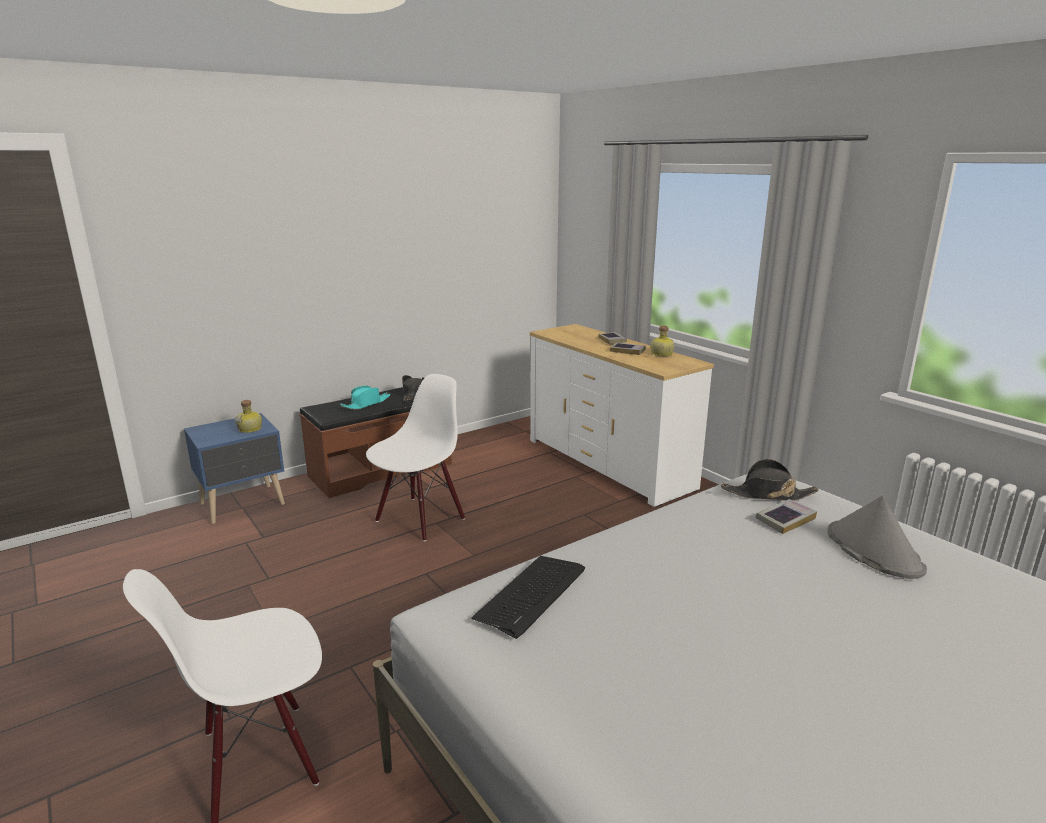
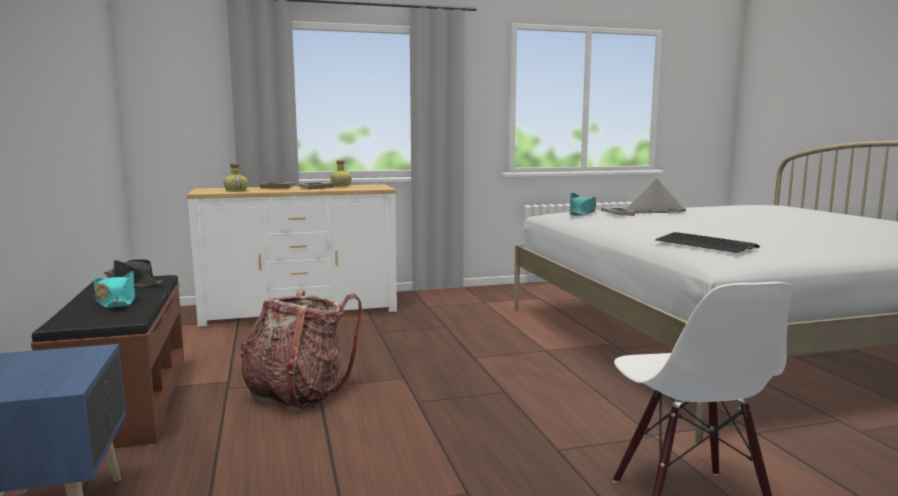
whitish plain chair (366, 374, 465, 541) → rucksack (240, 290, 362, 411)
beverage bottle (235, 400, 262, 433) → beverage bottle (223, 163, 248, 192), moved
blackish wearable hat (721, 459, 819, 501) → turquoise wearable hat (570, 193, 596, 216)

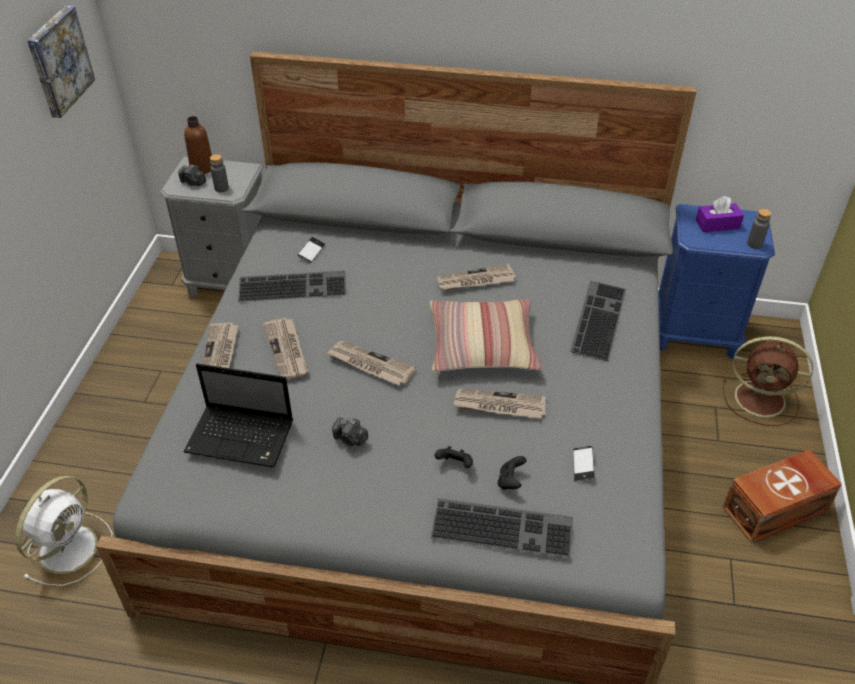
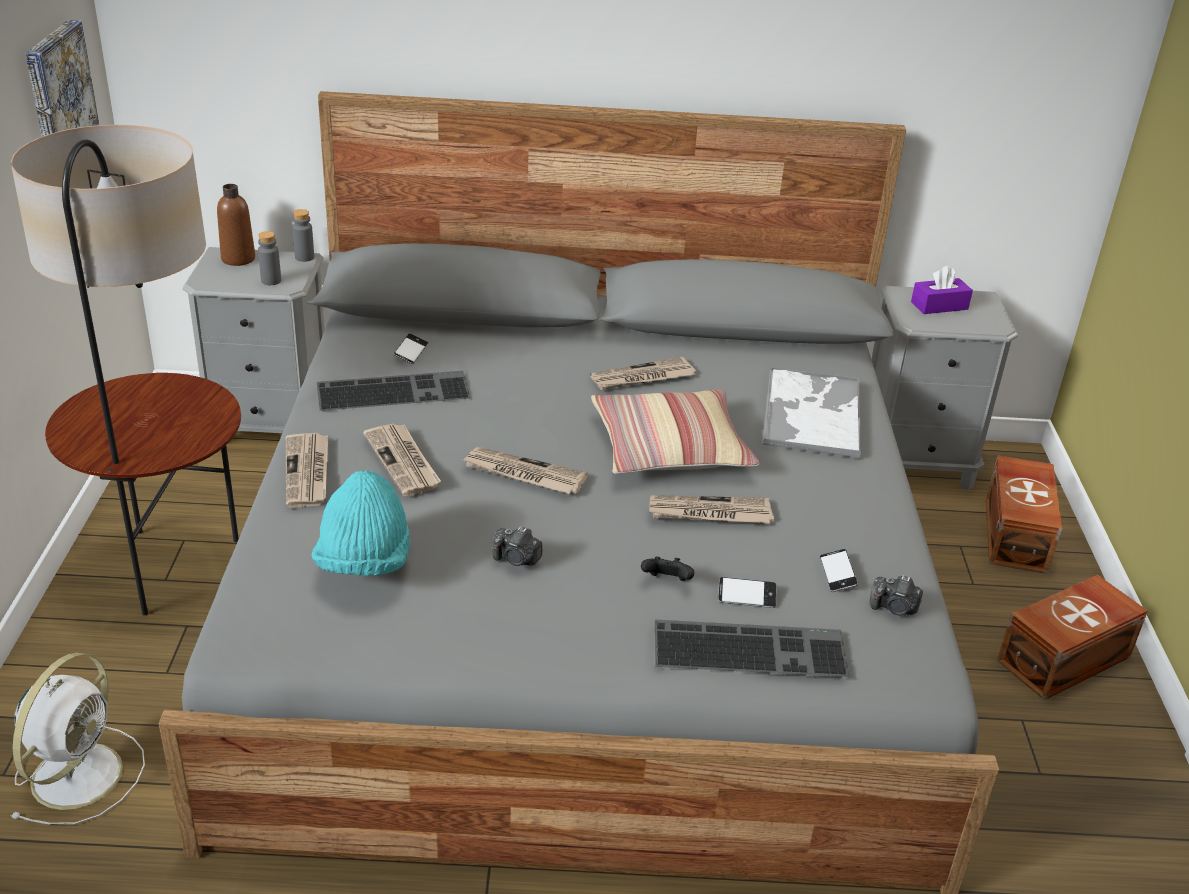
photo camera (178, 165, 206, 186) → photo camera (870, 576, 923, 616), moved
blue bedside table (658, 204, 775, 359) → greyish bedside table (871, 286, 1018, 490)
greyish beverage bottle (747, 209, 771, 249) → greyish beverage bottle (292, 209, 314, 262), moved
PC keyboard (570, 281, 626, 361) → carrying tray (763, 368, 861, 458)
brown electric fan (723, 336, 813, 426) → brown storage box (986, 456, 1062, 574)
notebook computer (183, 363, 293, 467) → turquoise wearable hat (312, 470, 410, 576)
blackish joypad (498, 456, 526, 490) → handset (718, 577, 776, 608)
- → standard lamp (11, 125, 241, 616)

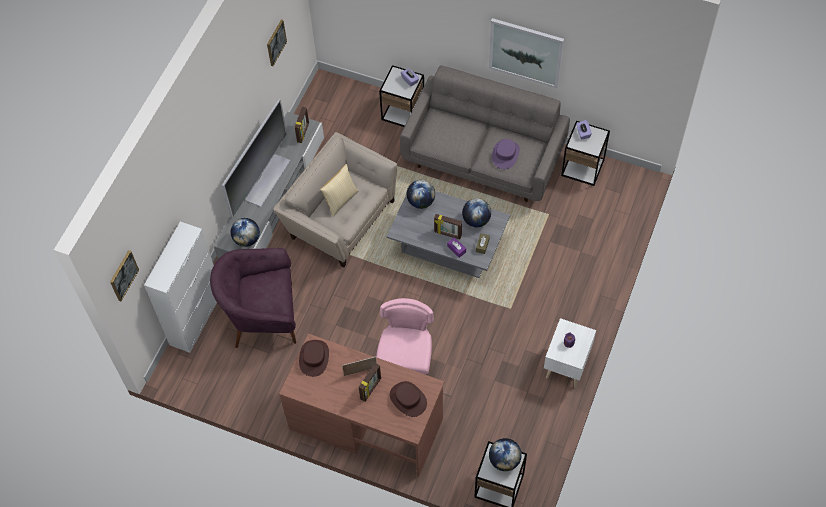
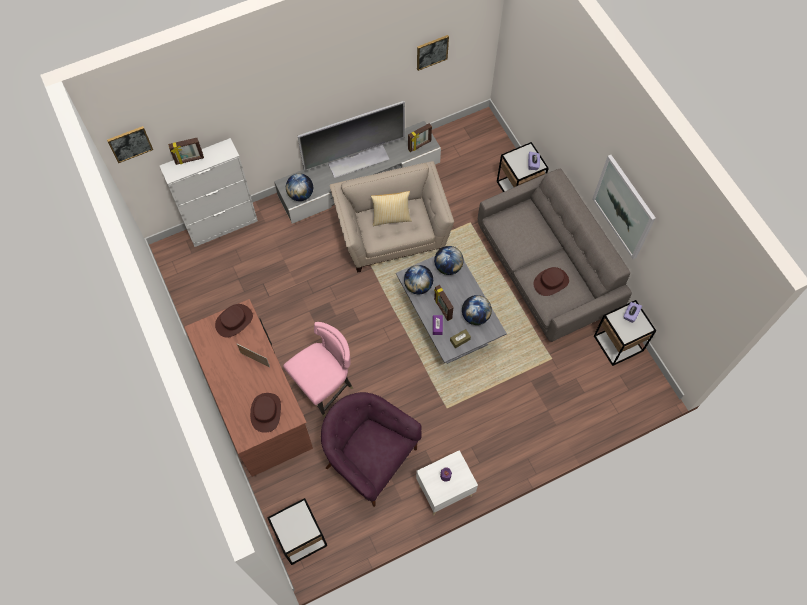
purple wearable hat (492, 139, 520, 169) → brown wearable hat (533, 267, 569, 296)
purple armchair (210, 248, 296, 348) → purple armchair (321, 392, 422, 507), moved
photo frame (359, 363, 381, 402) → photo frame (168, 138, 204, 165), moved
world globe (489, 438, 522, 471) → world globe (404, 265, 433, 294), moved

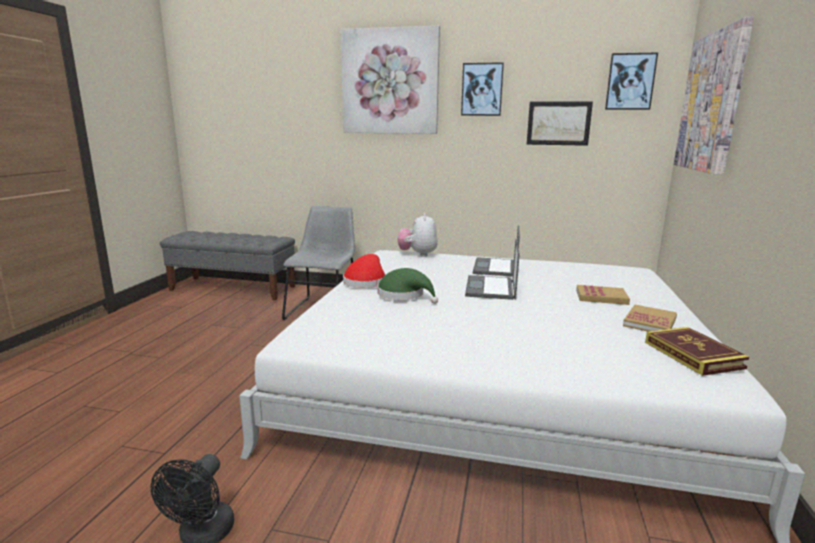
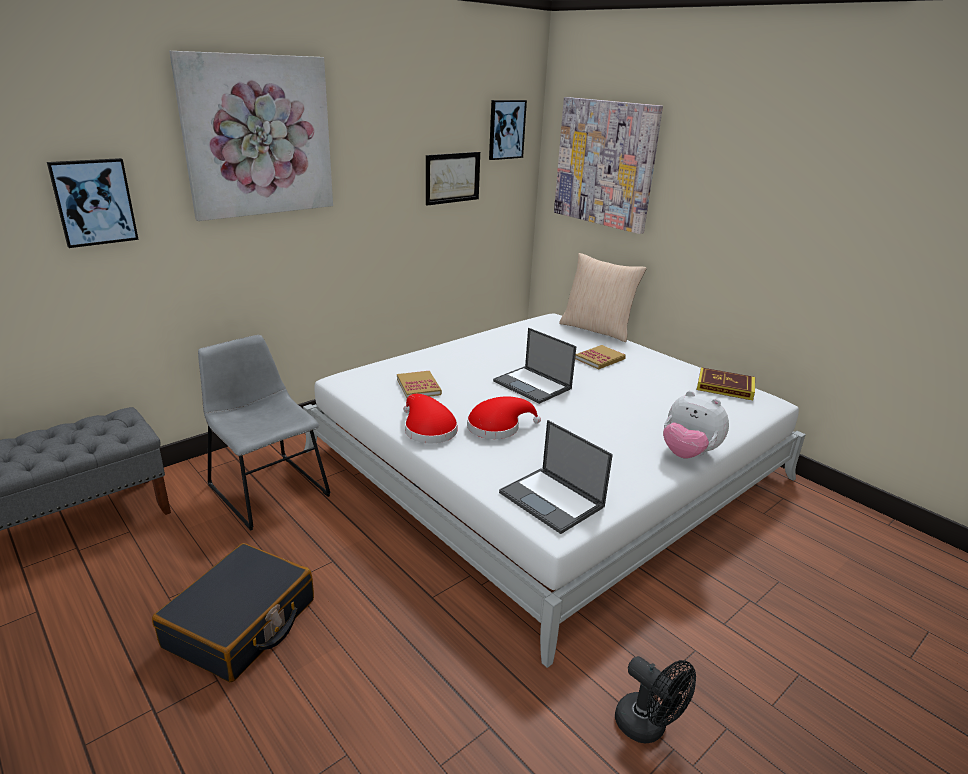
wall art (461, 62, 504, 116) → wall art (47, 158, 139, 248), moved
soft toy (398, 213, 438, 257) → soft toy (663, 391, 729, 458), moved
notebook computer (473, 225, 520, 277) → notebook computer (499, 420, 613, 534), moved
green-coloured wearable hat (377, 268, 438, 304) → red-coloured wearable hat (467, 396, 541, 439)
bound book (623, 305, 677, 332) → bound book (397, 371, 442, 398), moved
- → sand-coloured pillow (559, 253, 647, 342)
- → blackish piece of luggage (152, 543, 314, 682)

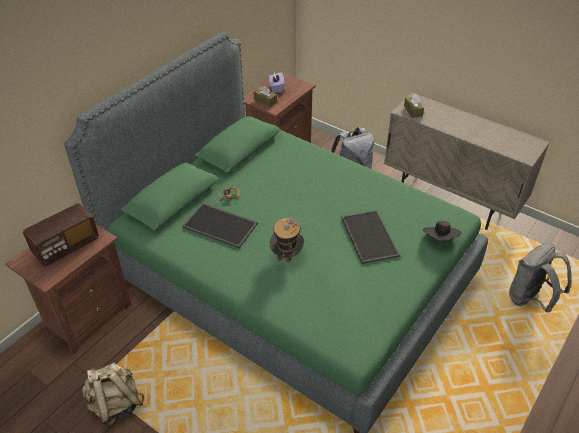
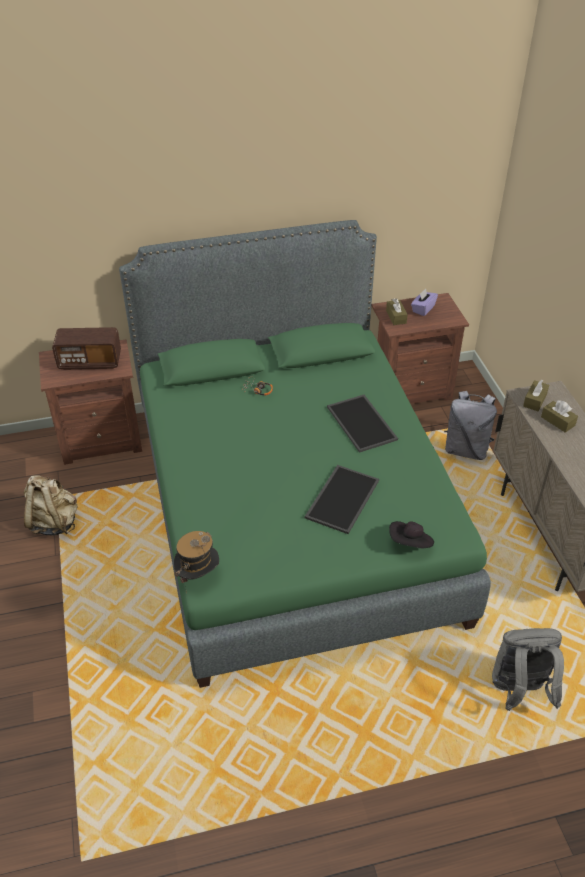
carrying tray (182, 203, 258, 248) → carrying tray (327, 395, 398, 453), moved
wearable hat (270, 218, 304, 270) → wearable hat (174, 531, 219, 586), moved
- → brown box of tissues (541, 400, 578, 433)

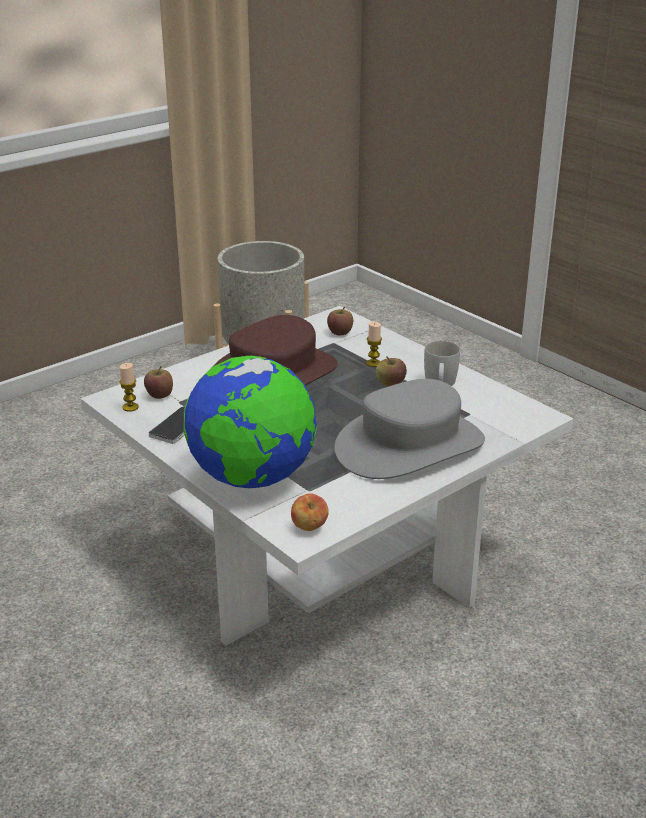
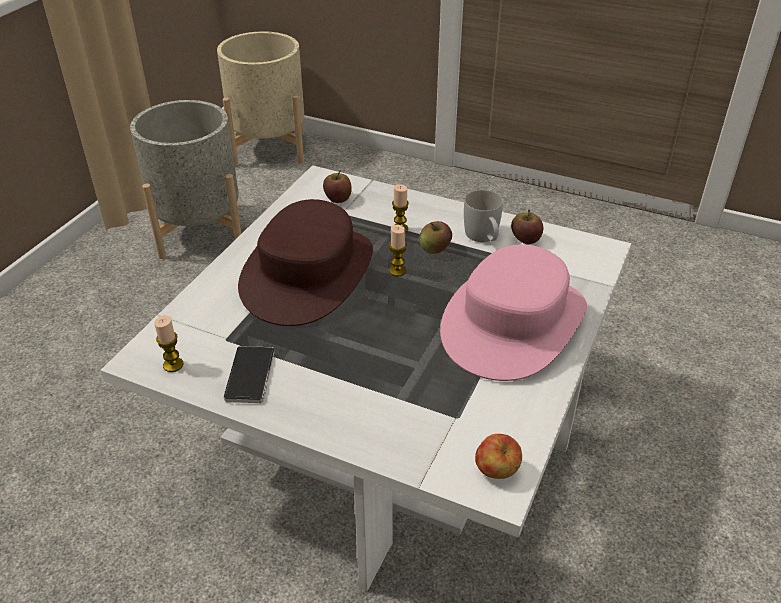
world globe (183, 356, 317, 488) → -
apple (144, 366, 173, 399) → apple (511, 210, 543, 244), moved
greyish wearable hat (335, 379, 485, 479) → pink-coloured wearable hat (440, 244, 587, 381)
- → sand-coloured flower pot (217, 31, 304, 166)
- → candle (389, 225, 407, 276)

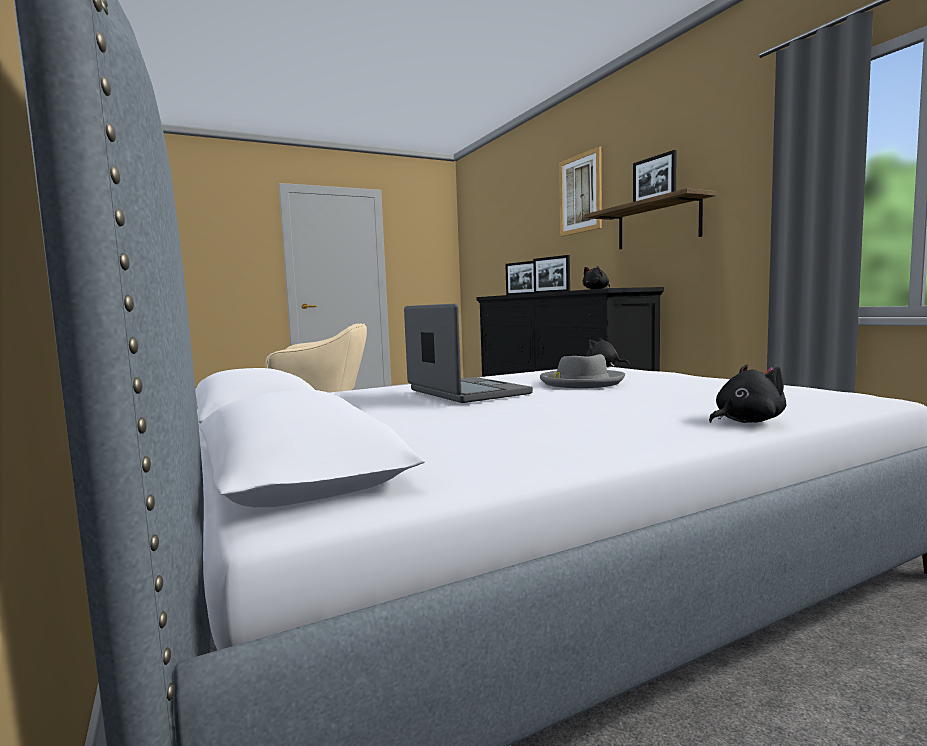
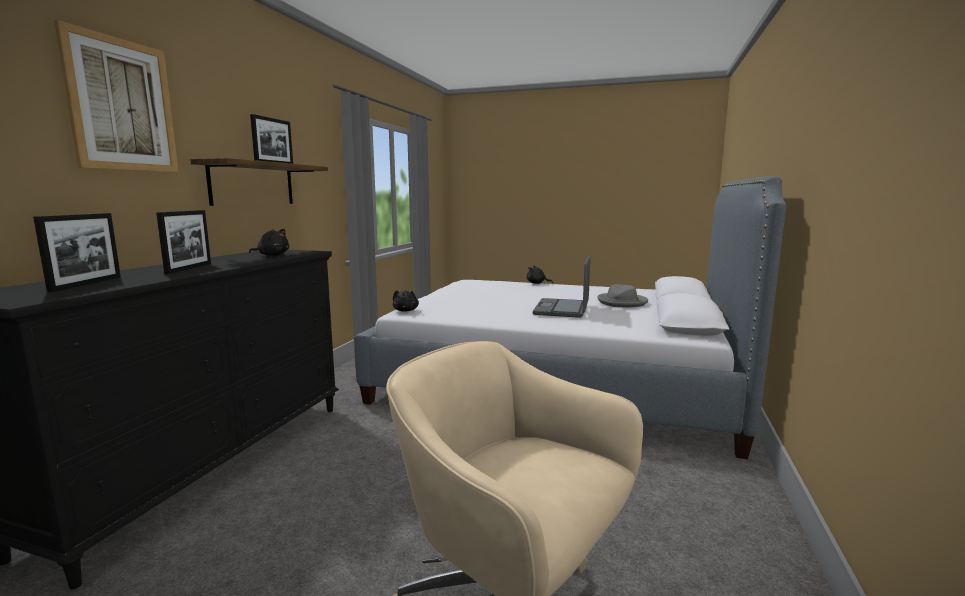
greyish wearable hat (540, 354, 625, 388) → greyish wearable hat (597, 284, 648, 307), moved

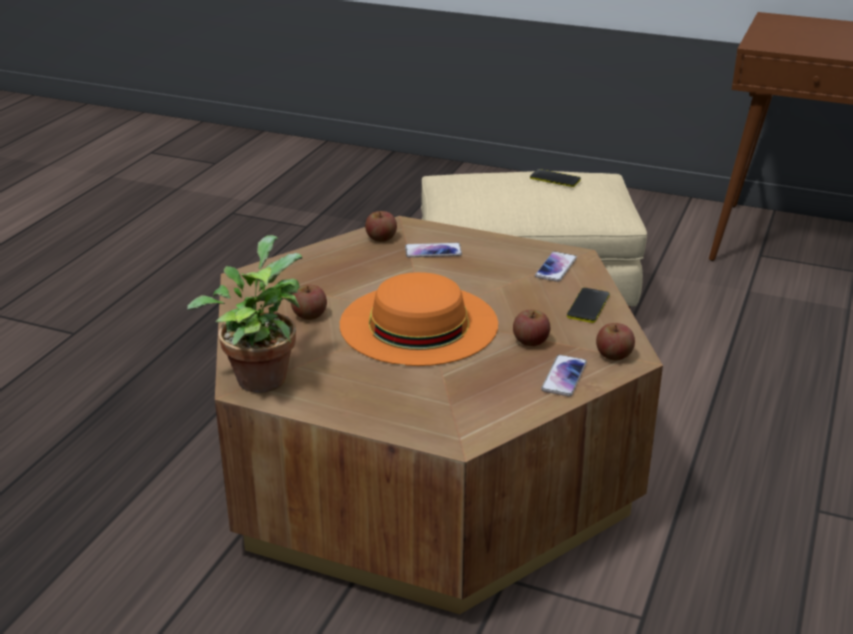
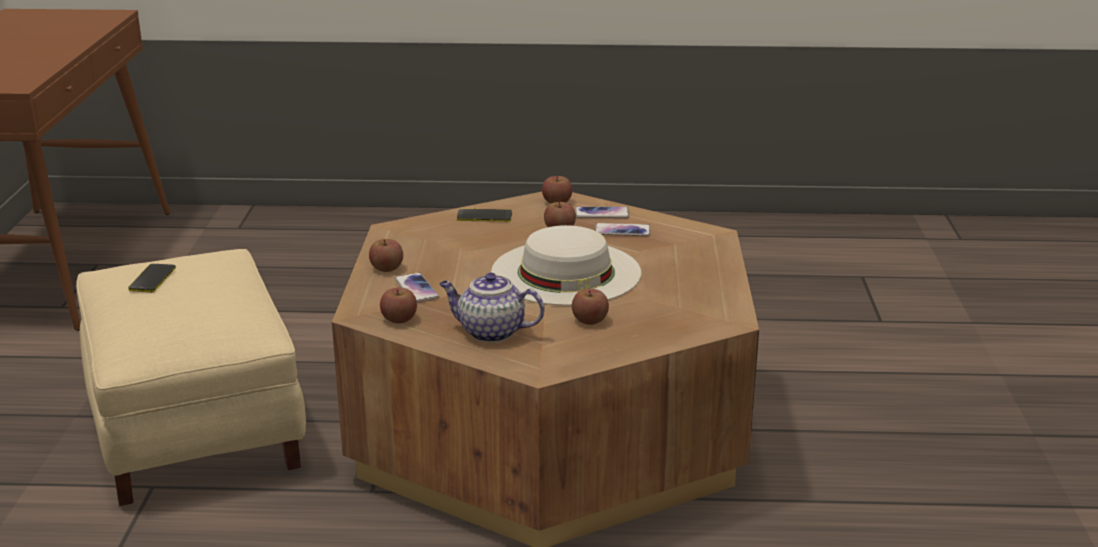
plant in a pot (187, 235, 303, 393) → -
handset (535, 251, 577, 282) → handset (595, 223, 651, 236), moved
orange-coloured wearable hat (340, 272, 498, 366) → whitish wearable hat (491, 225, 641, 306)
- → apple (369, 239, 403, 272)
- → teapot (439, 273, 545, 343)

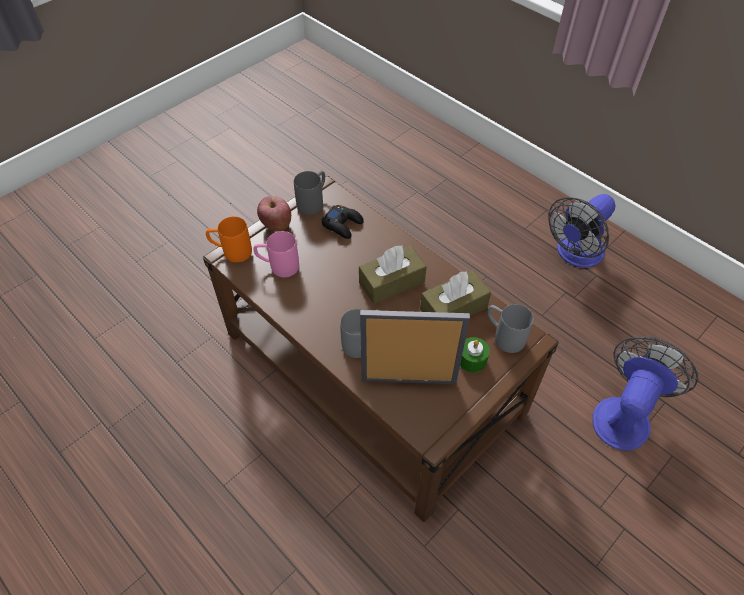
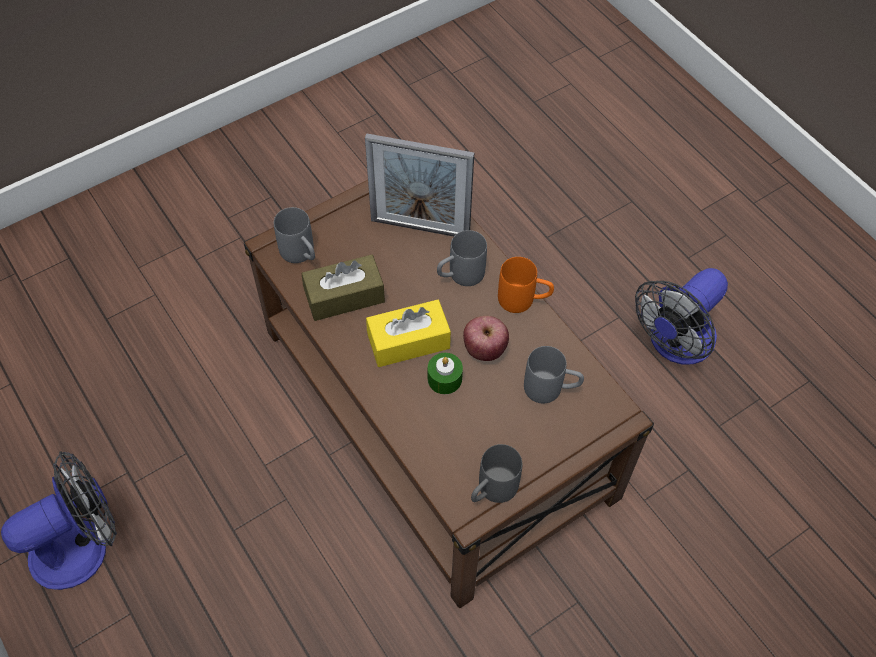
apple (257, 196, 291, 232) → apple (463, 316, 509, 361), moved
blackish joypad (321, 205, 364, 239) → -
orange-coloured coffee mug (206, 217, 252, 262) → orange-coloured coffee mug (498, 257, 554, 313), moved
pink-coloured coffee mug (253, 231, 299, 277) → greyish coffee mug (524, 346, 584, 404)
brown box of tissues (359, 245, 427, 304) → yellow-coloured box of tissues (366, 300, 451, 367)
electric fan (593, 336, 698, 451) → electric fan (635, 268, 728, 365), moved
green-coloured candle (460, 337, 490, 372) → green-coloured candle (428, 353, 463, 394), moved

